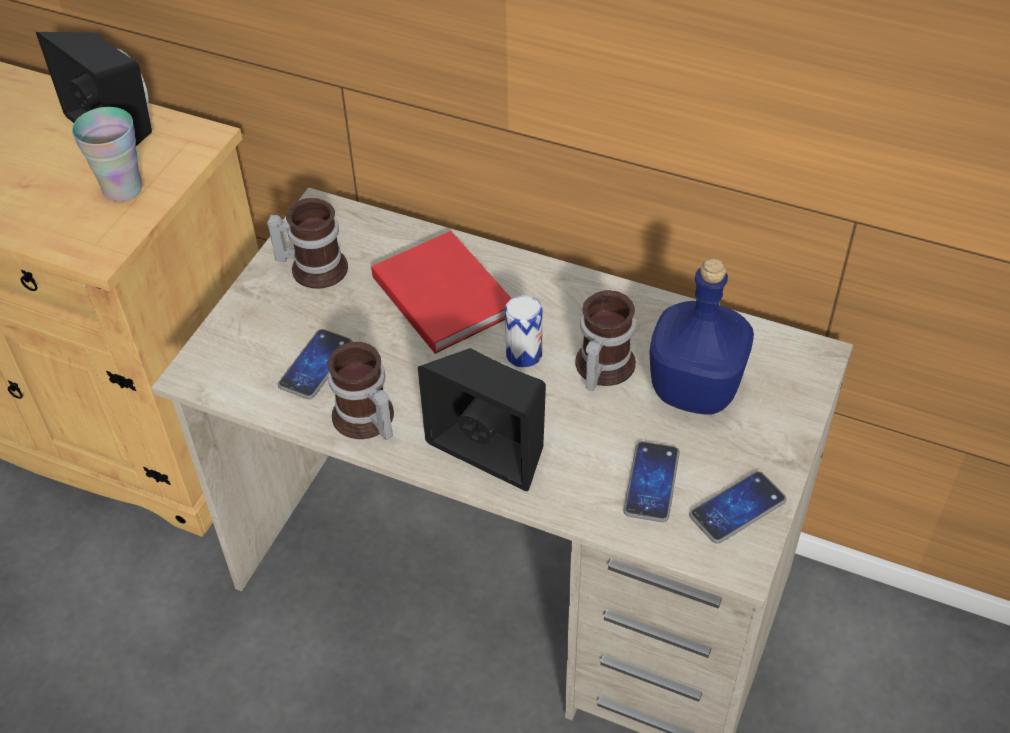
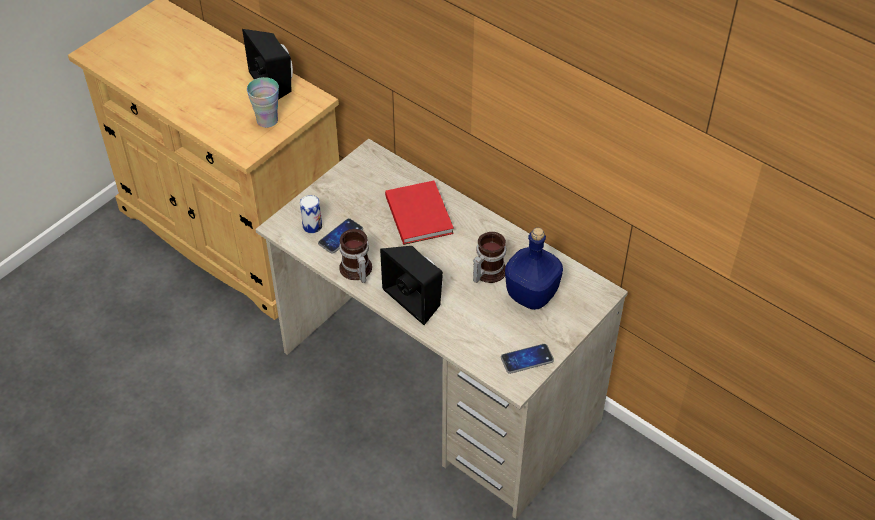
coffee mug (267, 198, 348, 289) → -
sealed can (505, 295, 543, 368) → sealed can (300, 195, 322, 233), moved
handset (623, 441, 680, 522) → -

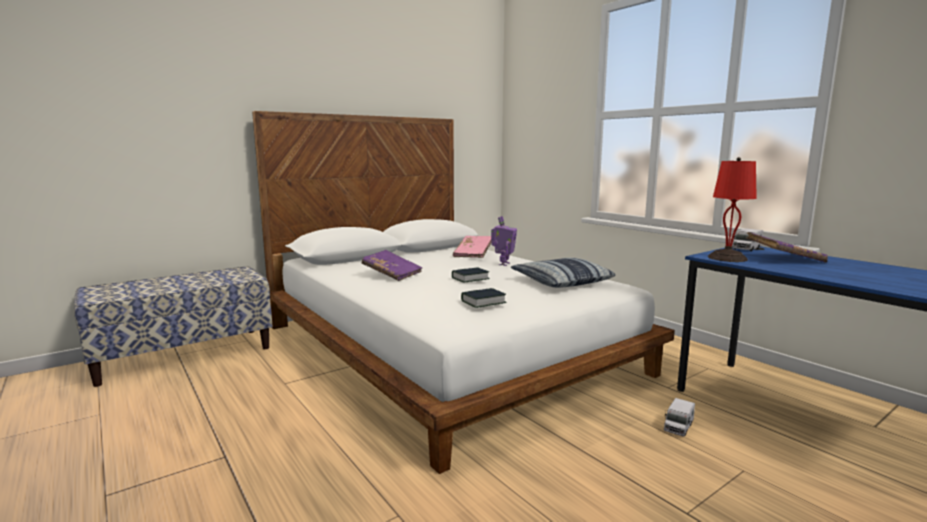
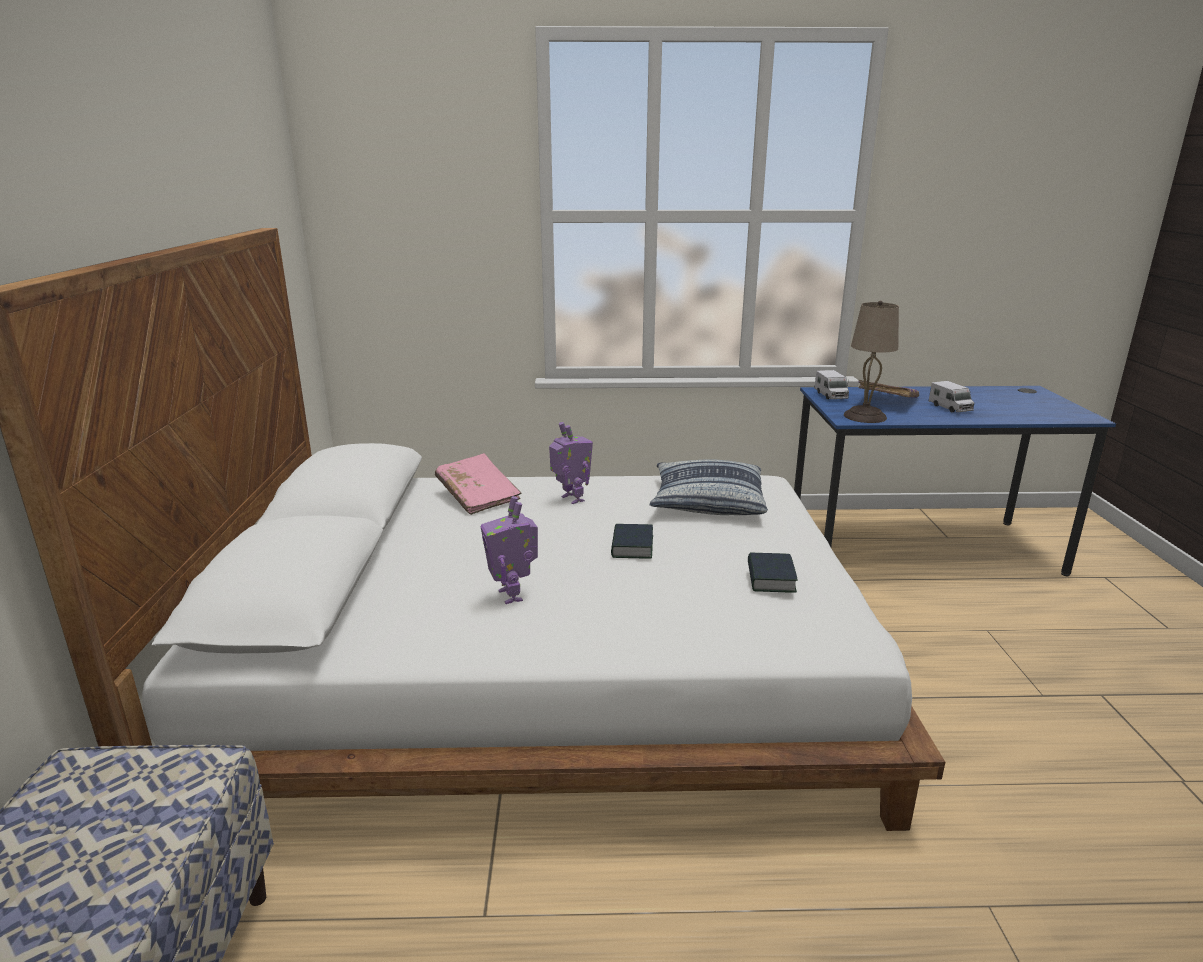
red-coloured lamp for a table (708, 157, 757, 262) → sand-coloured lamp for a table (844, 301, 899, 423)
purple bound book (362, 250, 423, 281) → toy robot (480, 496, 538, 604)
toy lorry (664, 398, 695, 437) → toy lorry (928, 381, 974, 412), moved

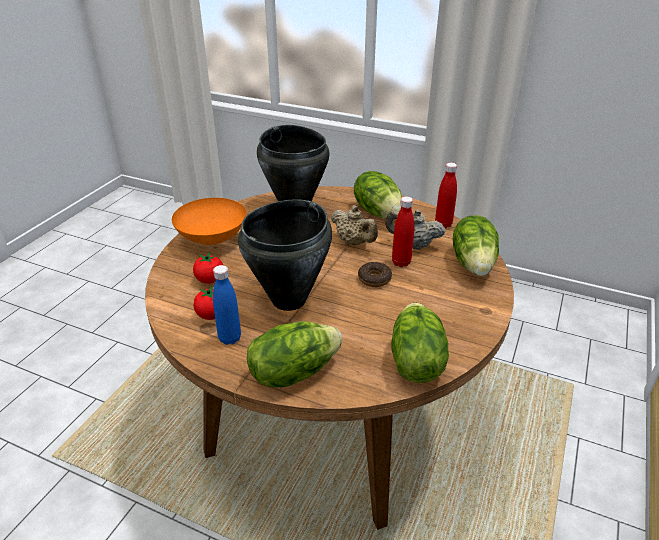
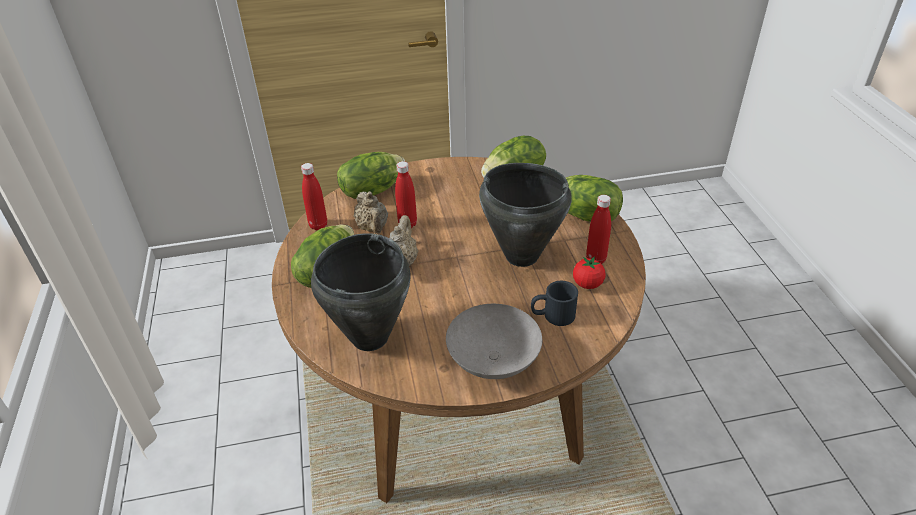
orange-coloured serving bowl (172, 198, 247, 245) → greyish serving bowl (446, 304, 542, 379)
fresh tomato (193, 252, 223, 284) → blackish coffee mug (531, 281, 578, 326)
ring doughnut (358, 262, 392, 287) → -
blue beverage bottle (213, 265, 241, 345) → red-coloured beverage bottle (586, 195, 611, 264)

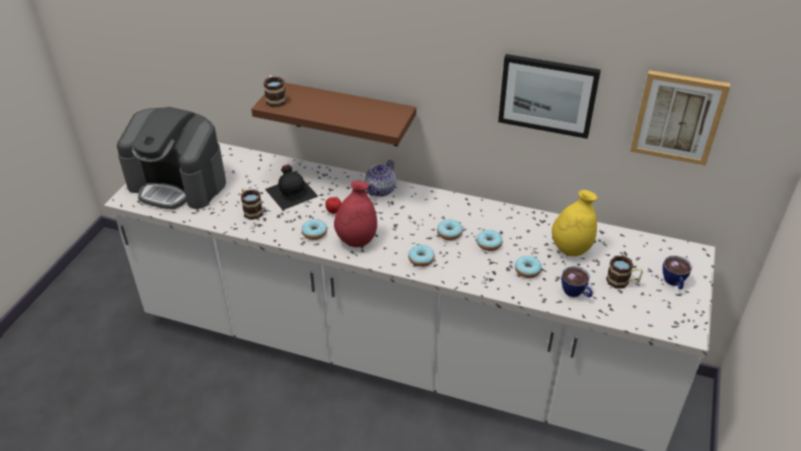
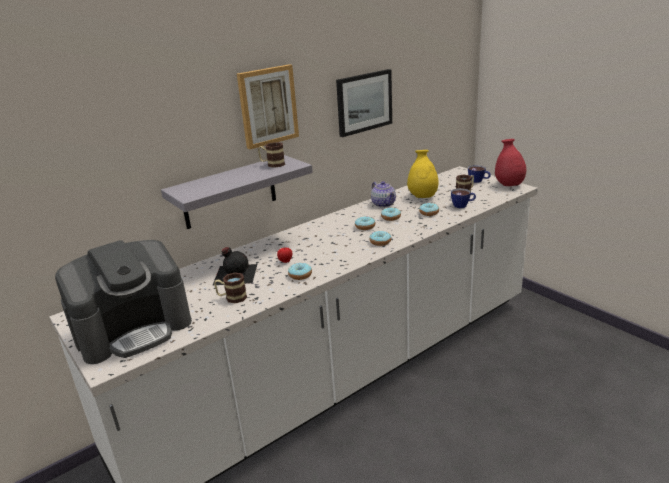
wall art (630, 70, 730, 166) → wall art (237, 64, 299, 150), moved
coffee mug (264, 75, 286, 107) → coffee mug (258, 142, 285, 168), moved
brown wall shelf (251, 82, 416, 147) → greyish wall shelf (161, 155, 313, 229)
teapot (364, 160, 396, 197) → teapot (371, 181, 396, 208), moved
red-coloured decorative vase (334, 181, 377, 247) → red-coloured decorative vase (495, 139, 526, 186), moved

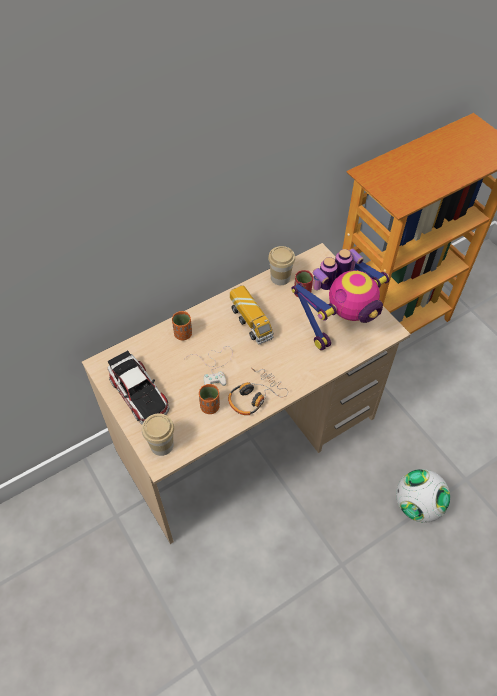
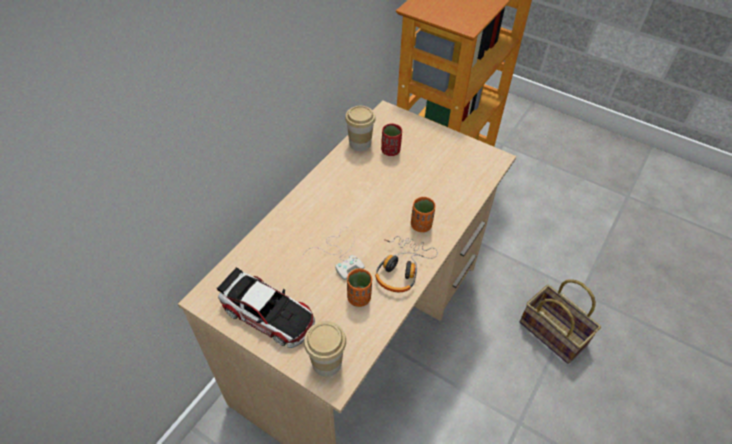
toy robot (291, 249, 389, 351) → -
toy lorry (230, 285, 274, 345) → -
orange-coloured cup (172, 311, 192, 340) → orange-coloured cup (411, 197, 436, 232), moved
football (396, 469, 450, 523) → household basket (520, 279, 601, 364)

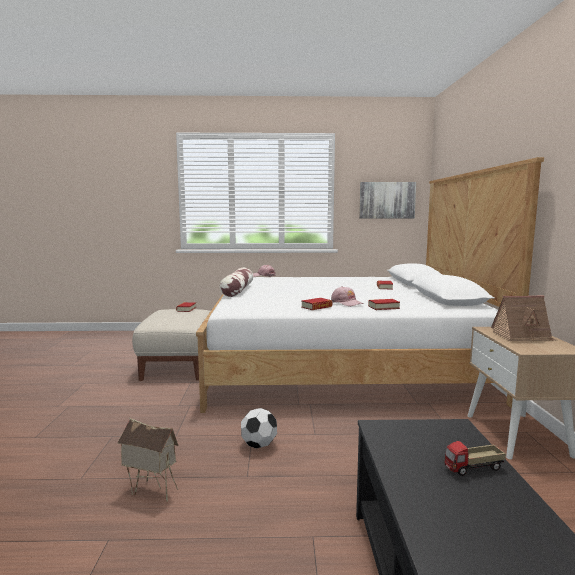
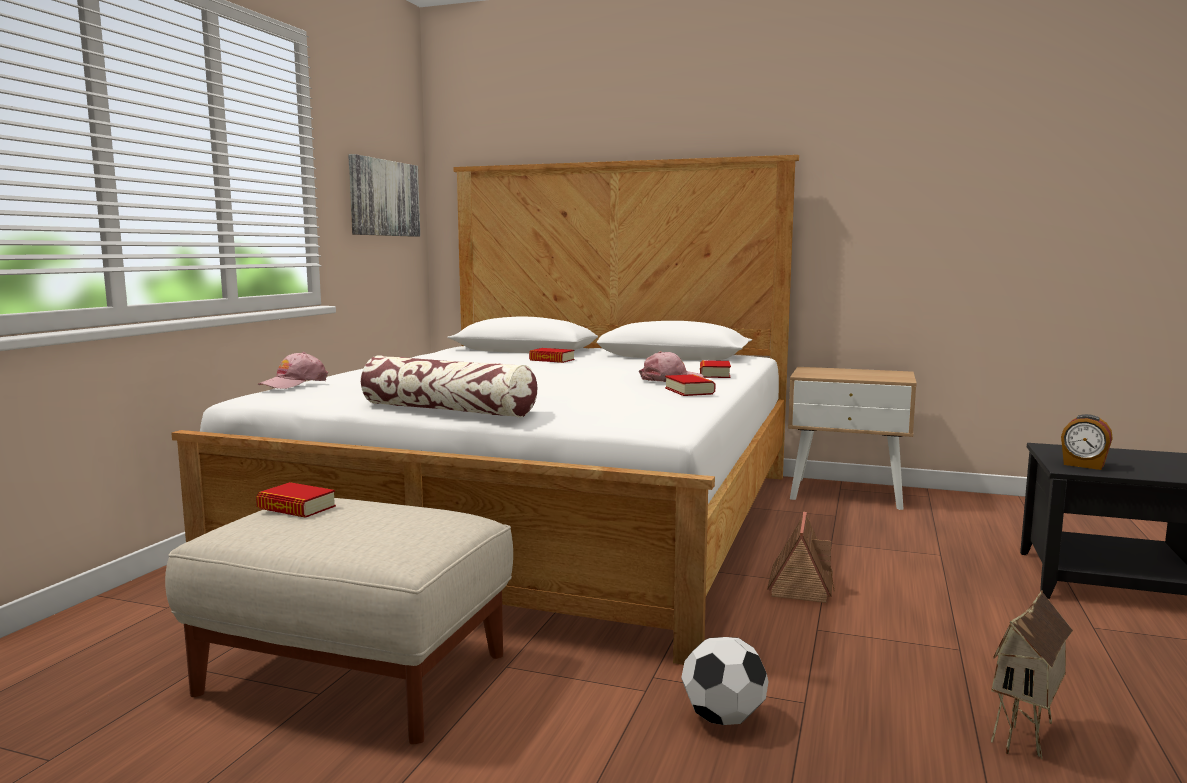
model house (491, 295, 557, 342) → model house (767, 512, 834, 603), moved
football (241, 408, 277, 449) → football (681, 637, 769, 725), moved
toy lorry (444, 441, 506, 476) → -
- → alarm clock (1061, 414, 1113, 470)

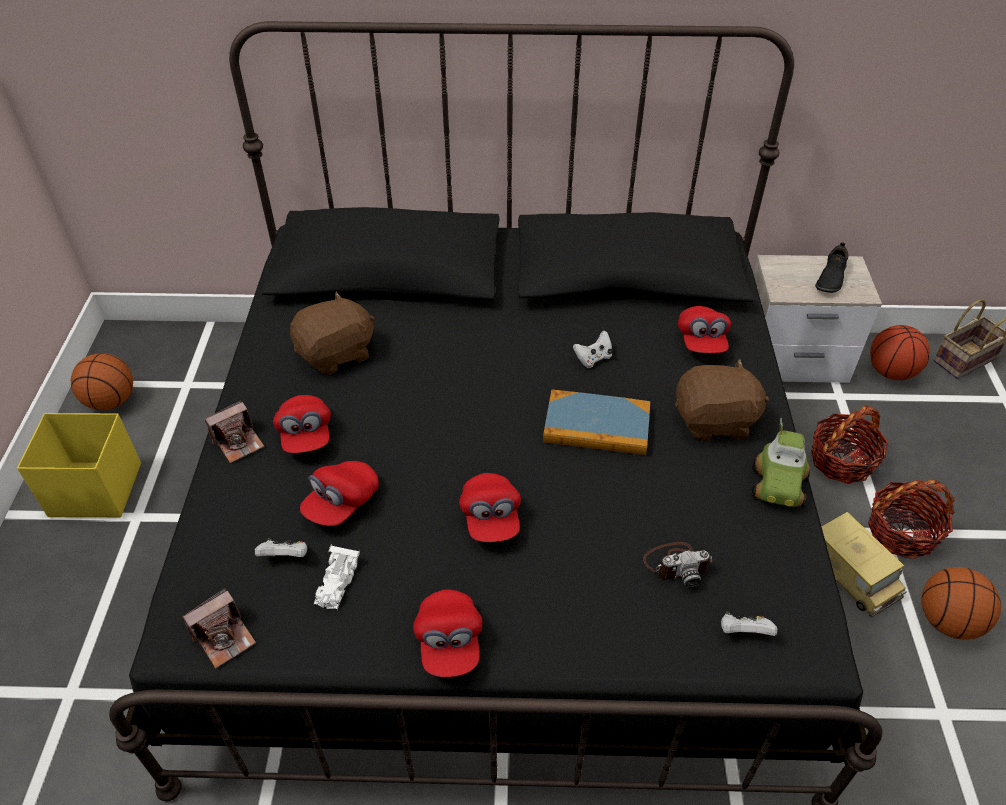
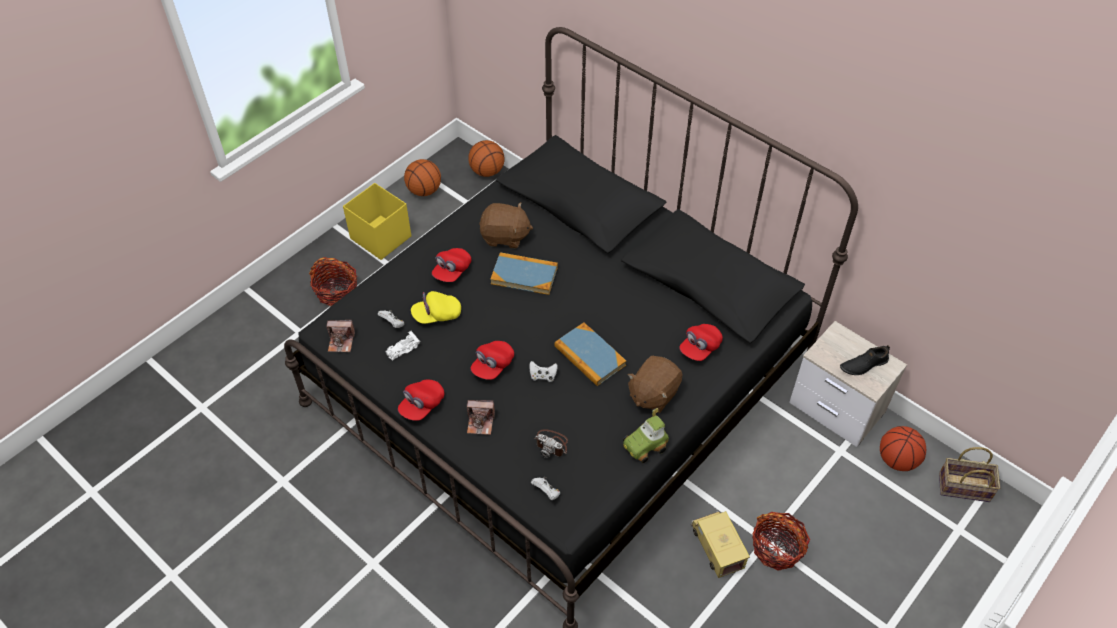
whitish joypad (573, 331, 613, 368) → whitish joypad (529, 361, 558, 382), moved
brown soft toy (675, 359, 769, 441) → brown soft toy (627, 356, 682, 413), 90 degrees clockwise
photo camera (205, 400, 264, 463) → photo camera (467, 400, 495, 435), moved
household basket (811, 406, 888, 484) → household basket (309, 257, 357, 306), moved
red-coloured cap (300, 461, 379, 526) → yellow-coloured cap (411, 291, 461, 324)
toy lorry (821, 512, 907, 618) → toy lorry (691, 511, 750, 578), 150 degrees clockwise
ball for basketball (922, 567, 1001, 640) → ball for basketball (468, 140, 505, 177), moved
- → bound book (490, 252, 558, 295)

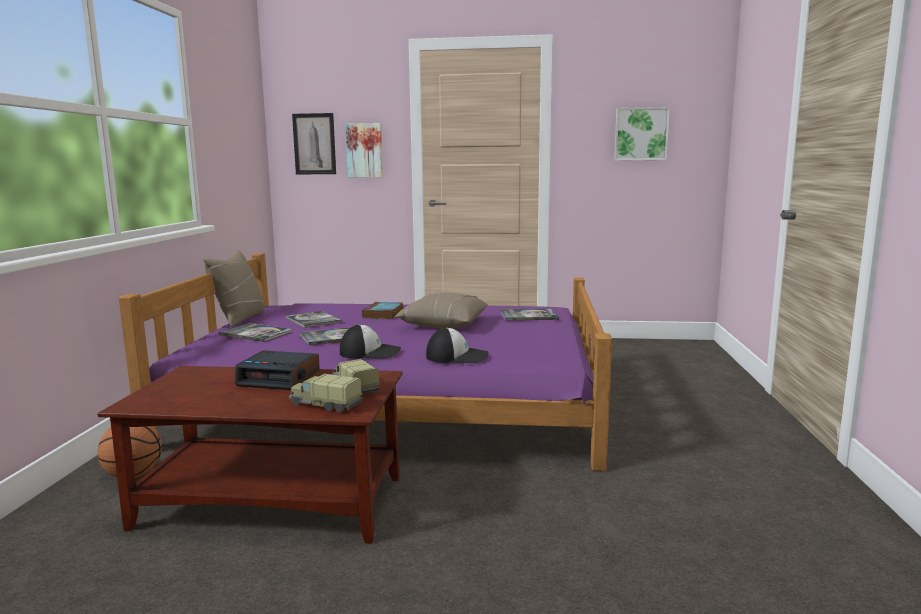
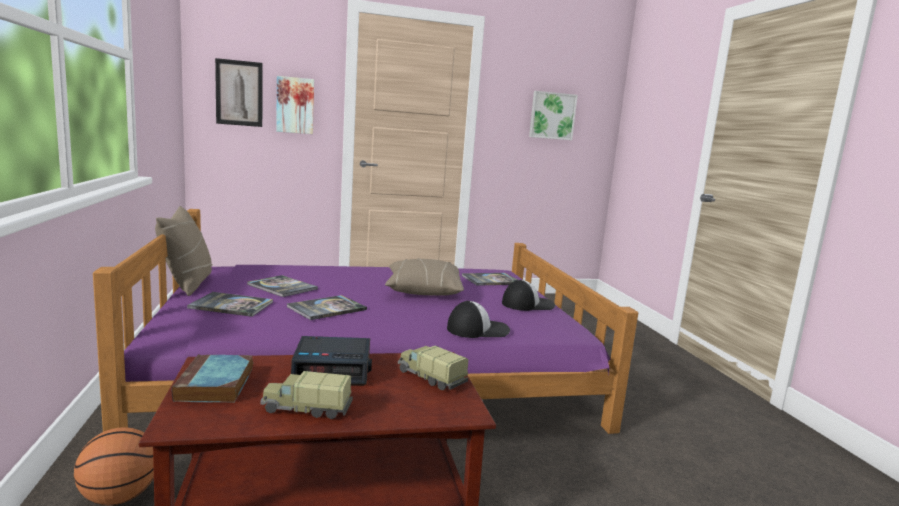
bound book (362, 302, 403, 319) → bound book (172, 354, 253, 403), moved
cap (340, 324, 401, 359) → cap (502, 280, 556, 311), moved
toy lorry (289, 374, 363, 413) → toy lorry (261, 371, 353, 419), moved

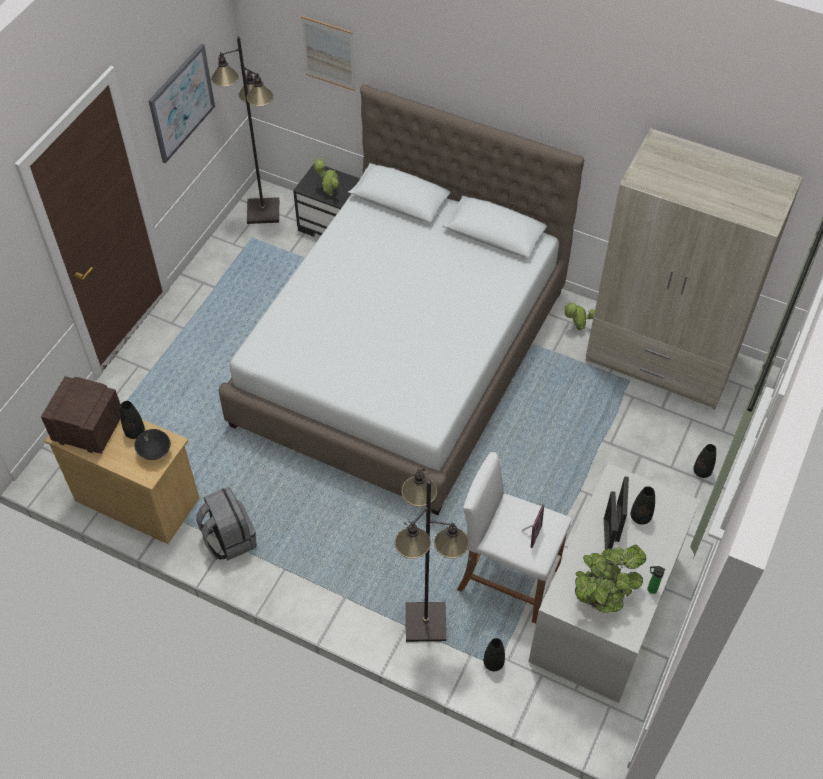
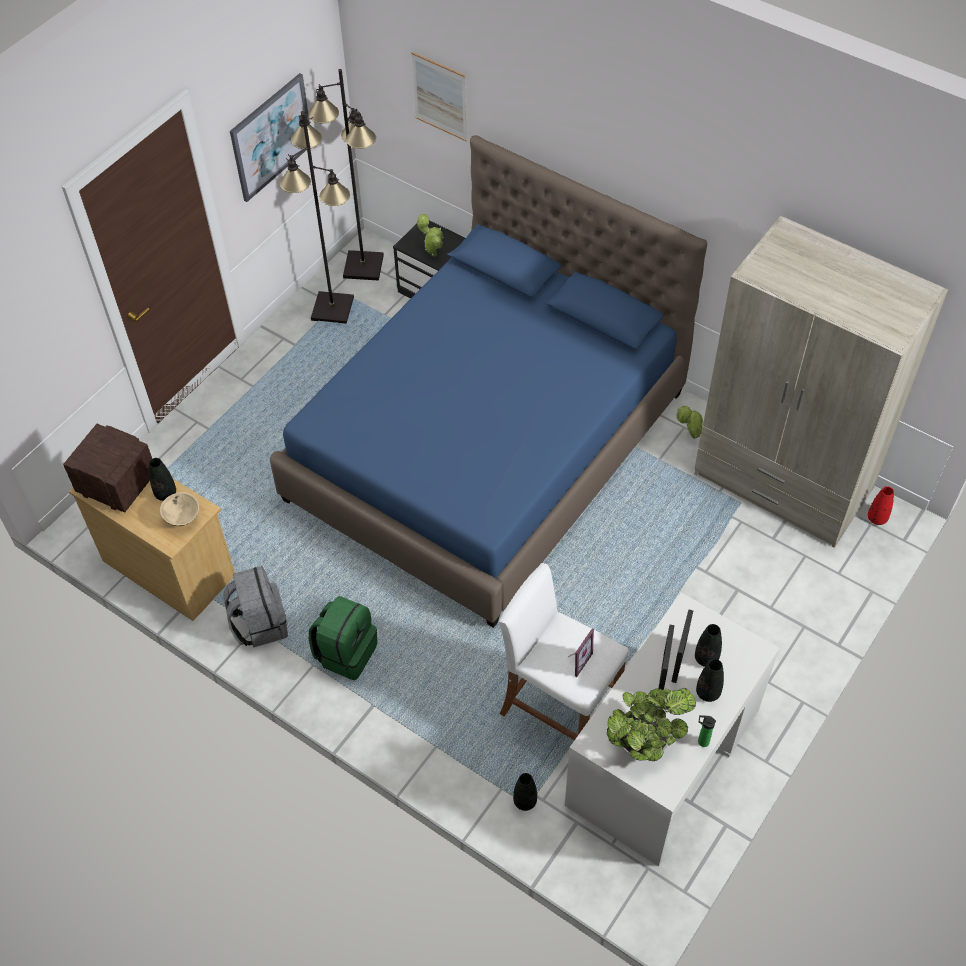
whitish bed (218, 85, 584, 515) → blue bed (270, 135, 707, 628)
blackish serving bowl (134, 429, 171, 460) → sand-coloured serving bowl (160, 492, 199, 526)
blackish decorative vase (693, 444, 716, 478) → blackish decorative vase (696, 659, 724, 702), moved
blackish standard lamp (395, 468, 469, 642) → blackish standard lamp (280, 111, 354, 324), moved
- → red-coloured decorative vase (868, 486, 894, 525)
- → green-coloured rucksack (309, 596, 377, 680)

